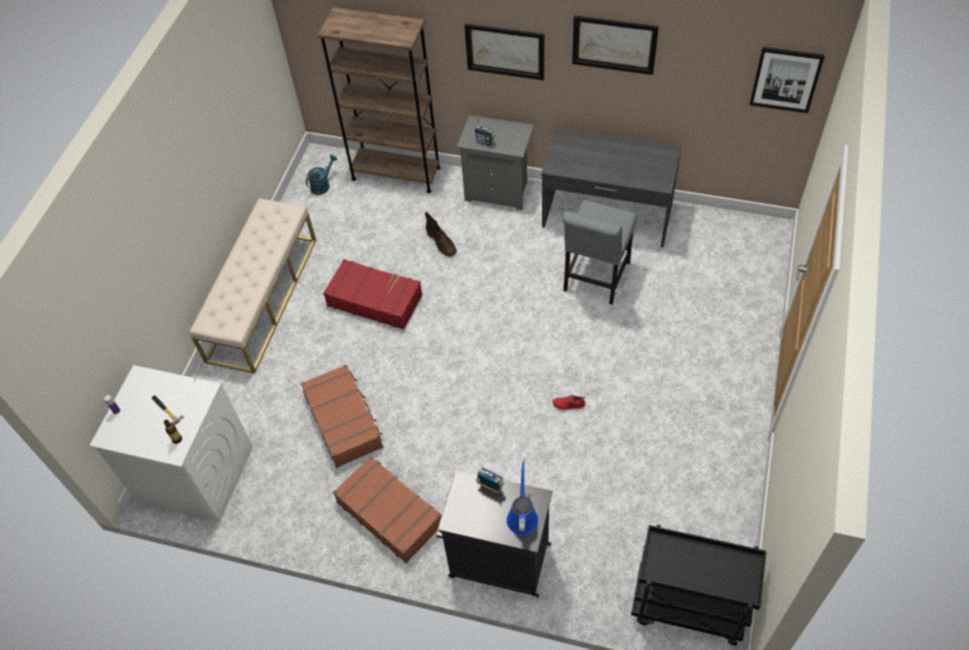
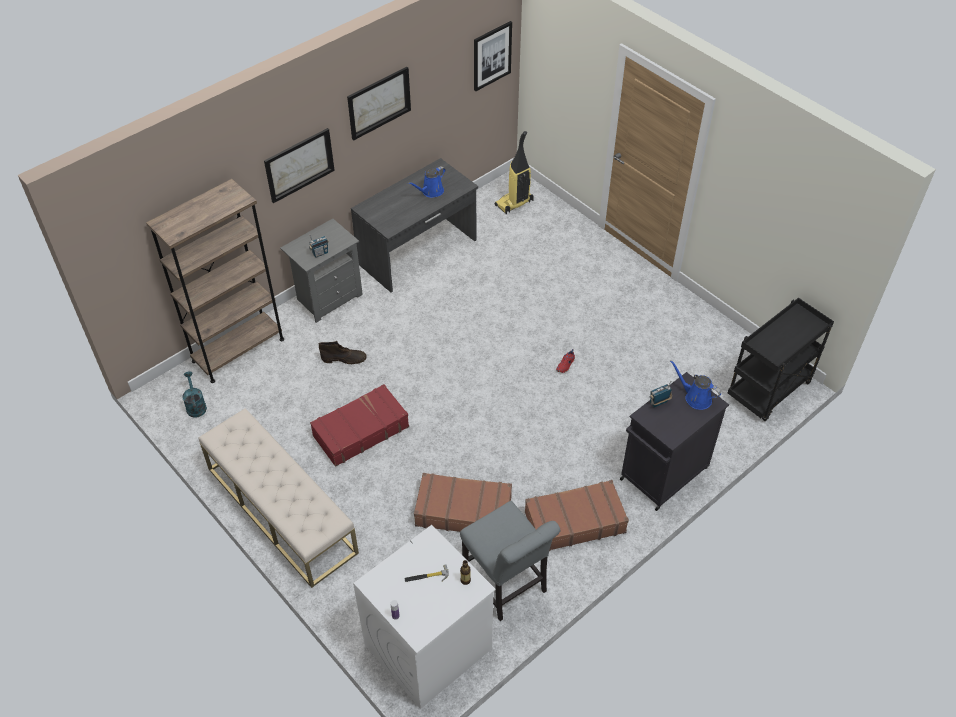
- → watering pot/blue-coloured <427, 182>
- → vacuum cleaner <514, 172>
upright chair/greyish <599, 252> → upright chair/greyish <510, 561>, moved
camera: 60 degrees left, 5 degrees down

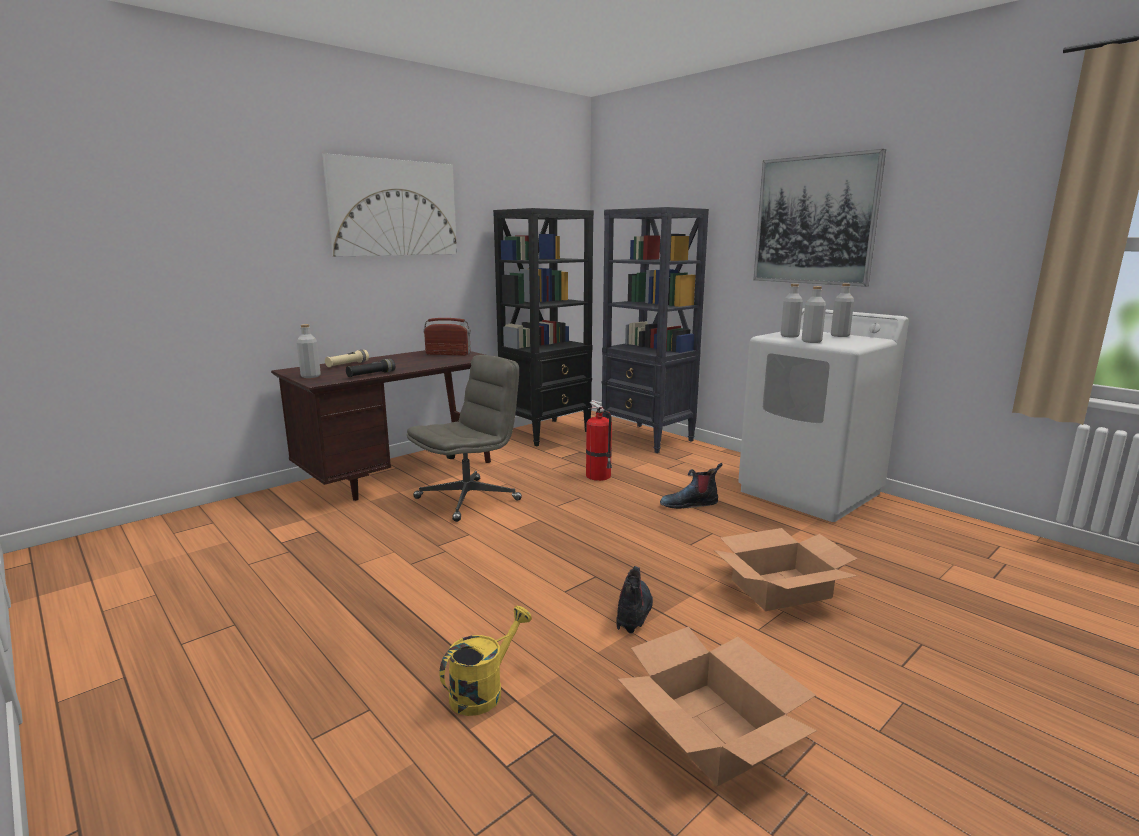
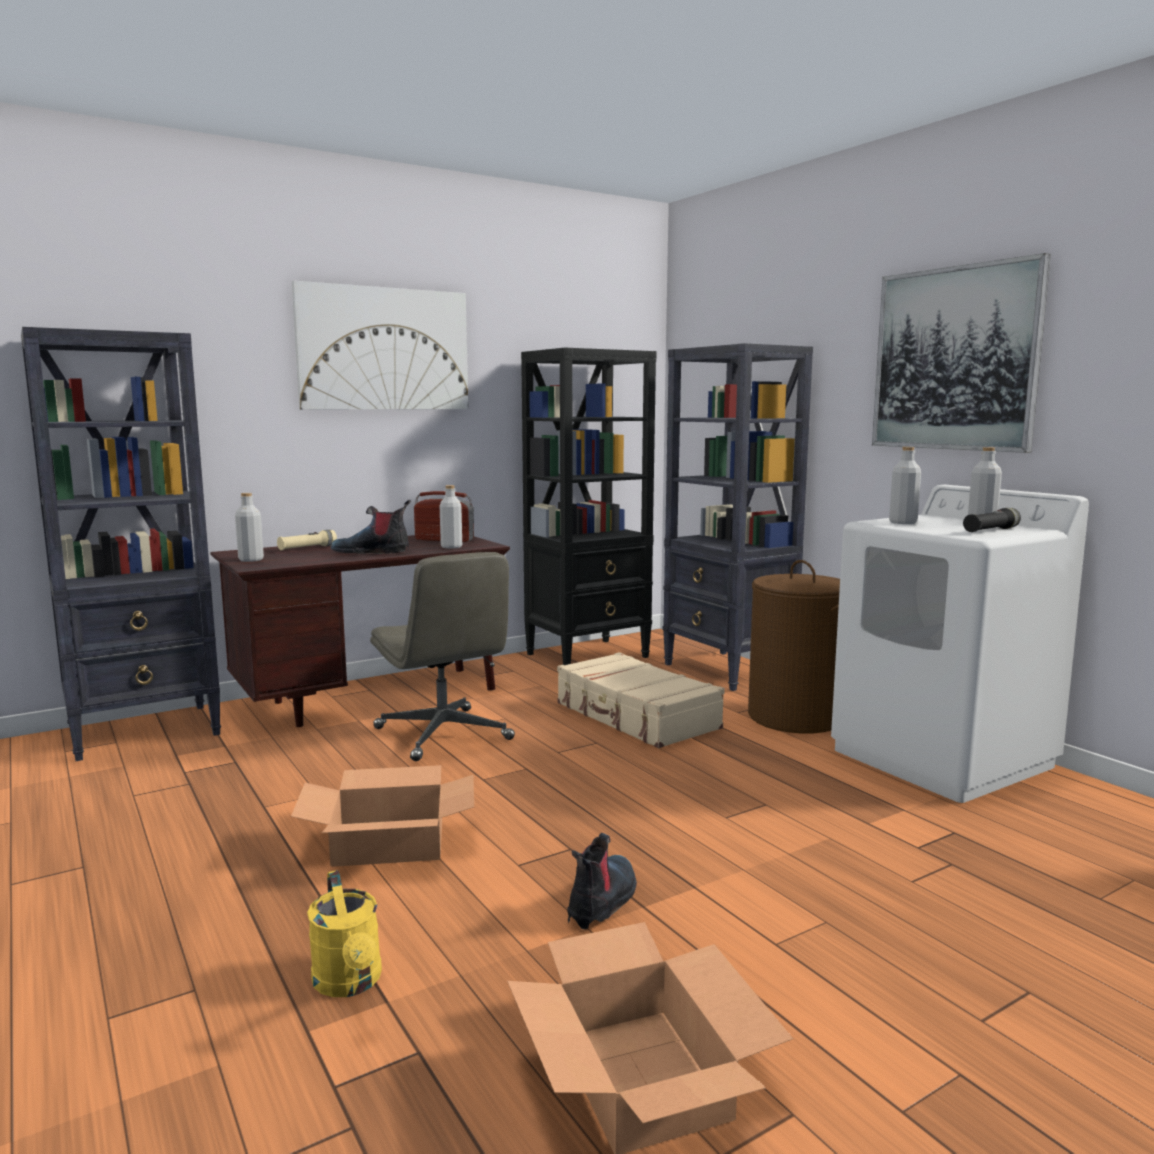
- → bookcase/black <121, 544>
- → washing basket/brown <794, 646>
torch/black <370, 368> → torch/black <992, 520>, moved
tall boot <691, 486> → tall boot <371, 527>, moved
packing box <786, 569> → packing box <382, 816>, moved
beverage bottle/greyish <814, 314> → beverage bottle/greyish <451, 517>, moved
fire-fighting cylinder <599, 441> → travel case/beige <641, 700>
computer chair/greyish <464, 438> → computer chair/greyish <442, 656>, 90 degrees clockwise
watering pot/yellowish <485, 661> → watering pot/yellowish <344, 933>, 105 degrees clockwise
camera: 10 degrees right, 5 degrees down

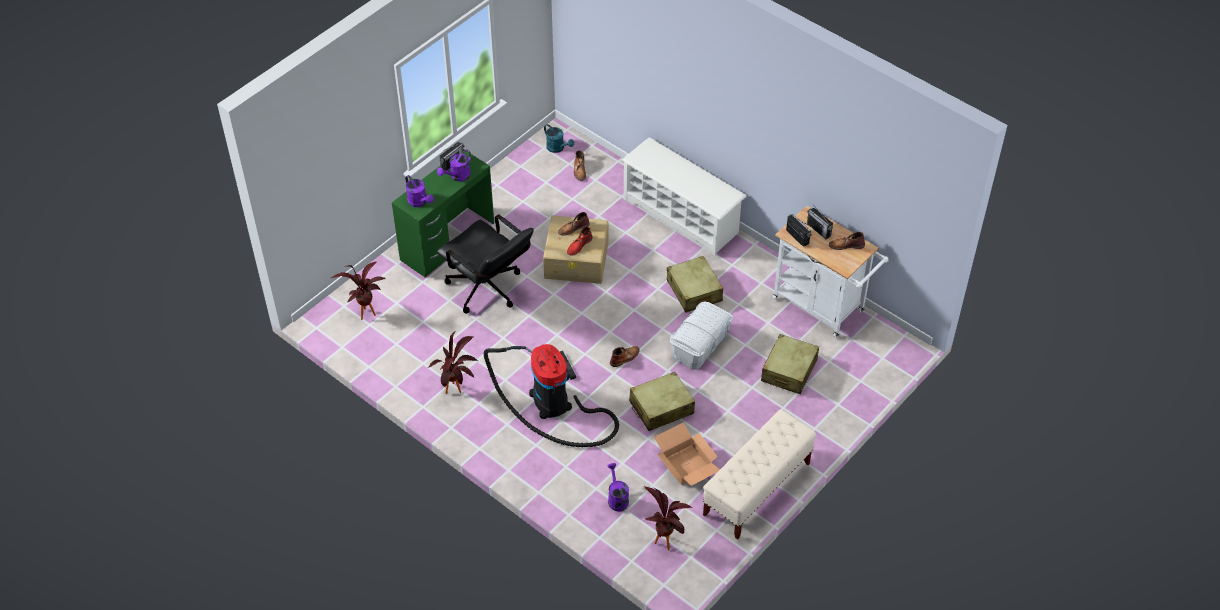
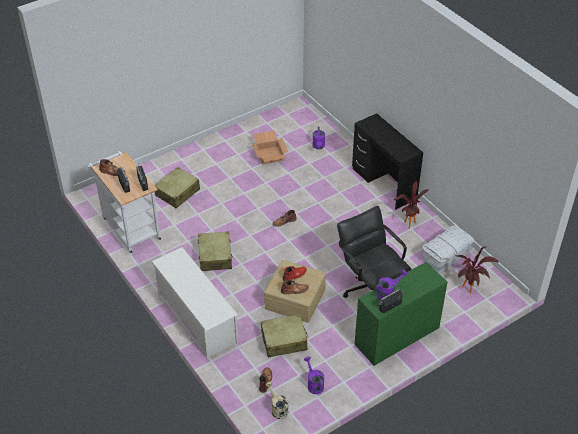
vacuum cleaner <551, 395> → -
plant in a pot <668, 518> → -
bench/beige <759, 475> → -
- → desk table/black <387, 161>
watering pot/purple <419, 191> → watering pot/purple <314, 375>, moved
travel case/beige <662, 401> → travel case/beige <284, 335>, moved
storage bin/whitish <701, 335> → storage bin/whitish <448, 249>, moved
watering pot/turquoise-coloured <559, 138> → watering pot/beige <277, 400>
camera: 165 degrees left, 5 degrees down

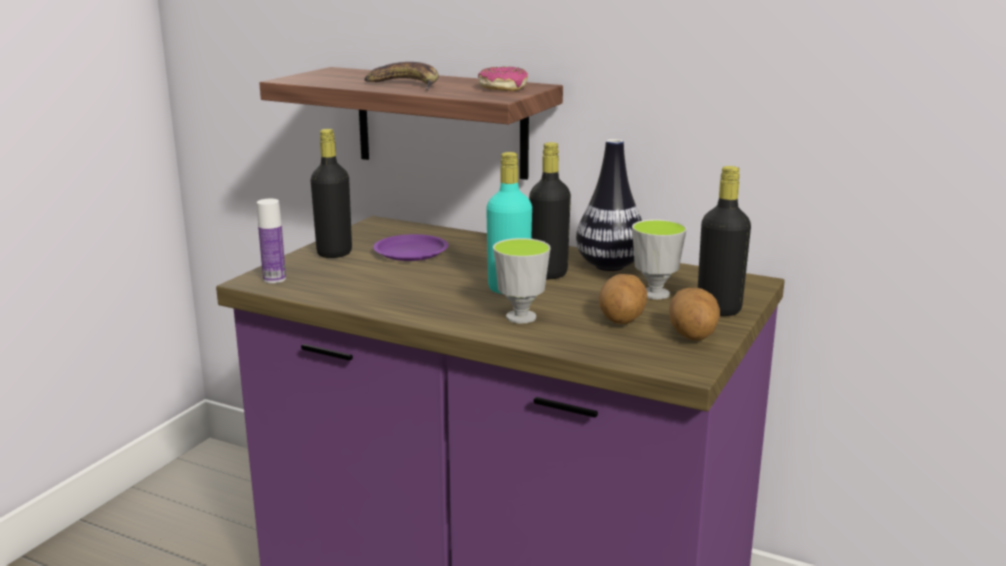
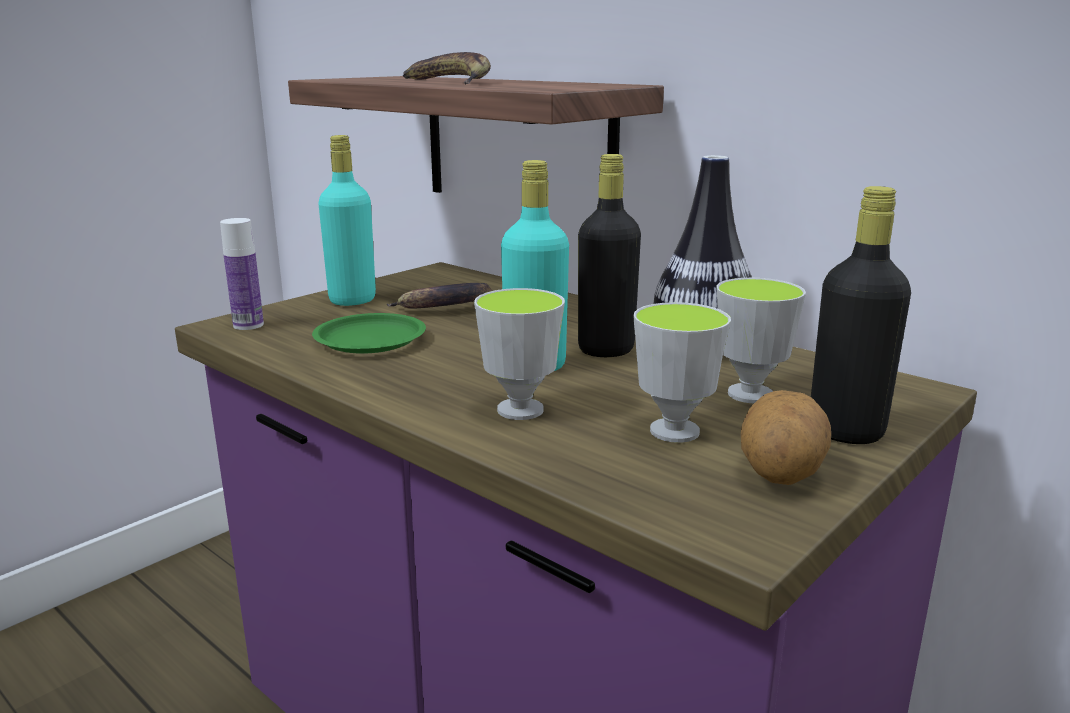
doughnut <503, 79> → -
- → flat dish/green <369, 333>
flat dish/purple <411, 247> → whole banana <439, 296>
whole potato <623, 299> → small cup <682, 372>
beverage bottle/black <331, 193> → beverage bottle/turquoise-coloured <347, 220>
camera: 15 degrees right, 0 degrees up

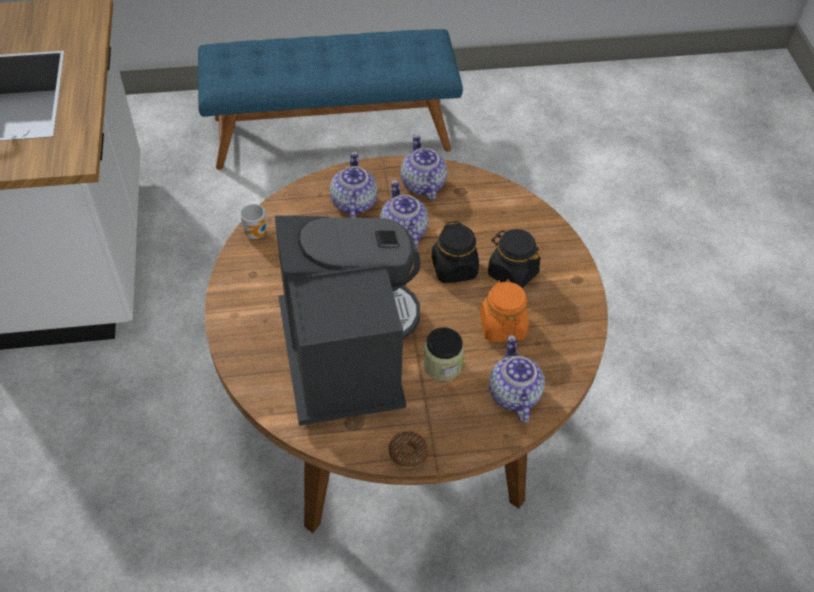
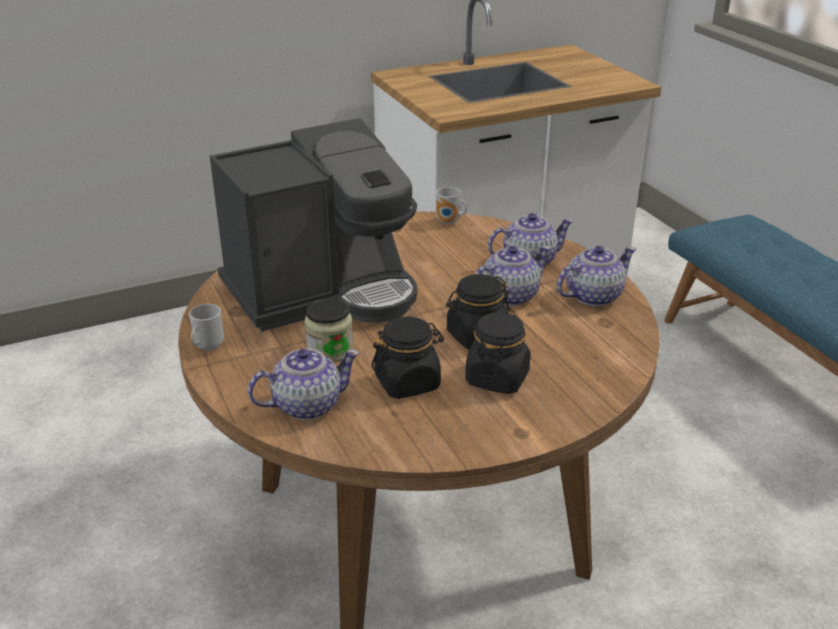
doughnut <408, 450> → mug <206, 327>
jar/orange <504, 310> → jar/black <407, 358>
camera: 75 degrees right, 20 degrees down

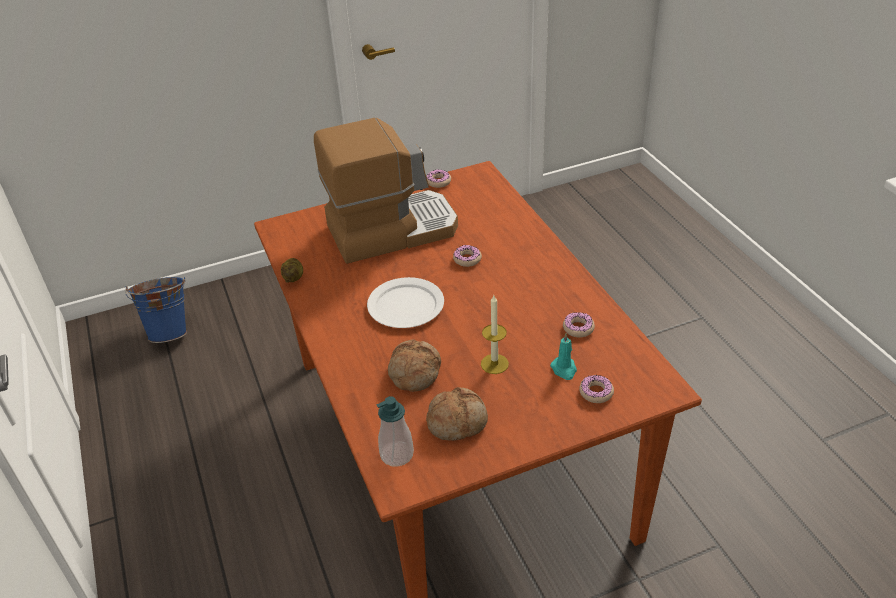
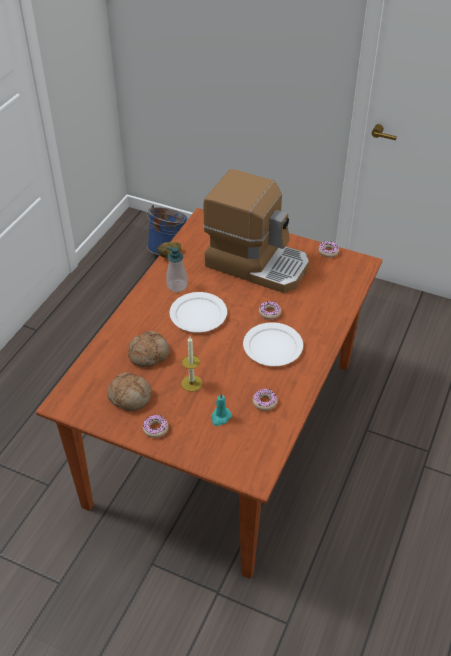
- → flat dish/whitish <273, 344>
soap dispenser <395, 431> → soap dispenser <176, 269>, moved
doughnut <596, 389> → doughnut <156, 426>, moved
camera: 45 degrees right, 5 degrees up

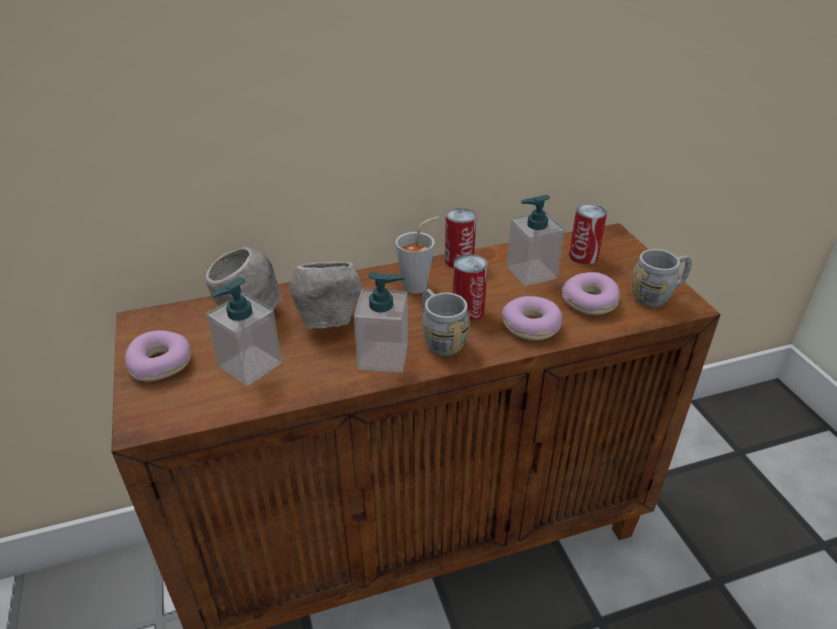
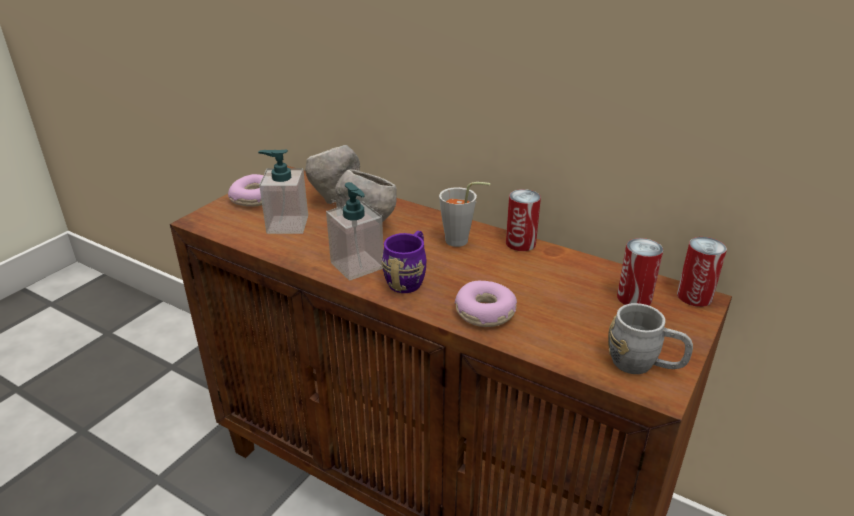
soap dispenser <536, 240> → -
doughnut <591, 293> → -
sealed can <470, 287> → sealed can <702, 272>, moved
mug/greyish <446, 322> → mug/purple <404, 261>
camera: 50 degrees right, 5 degrees down

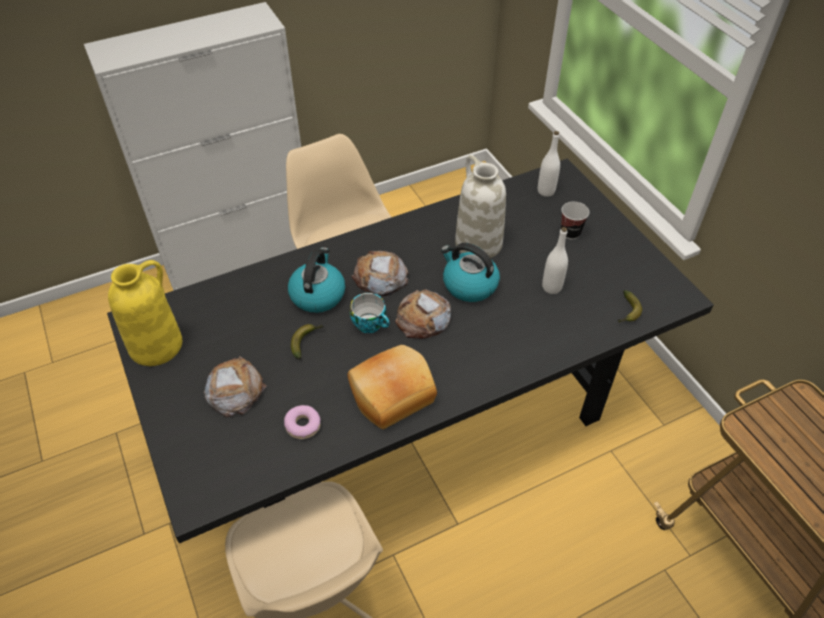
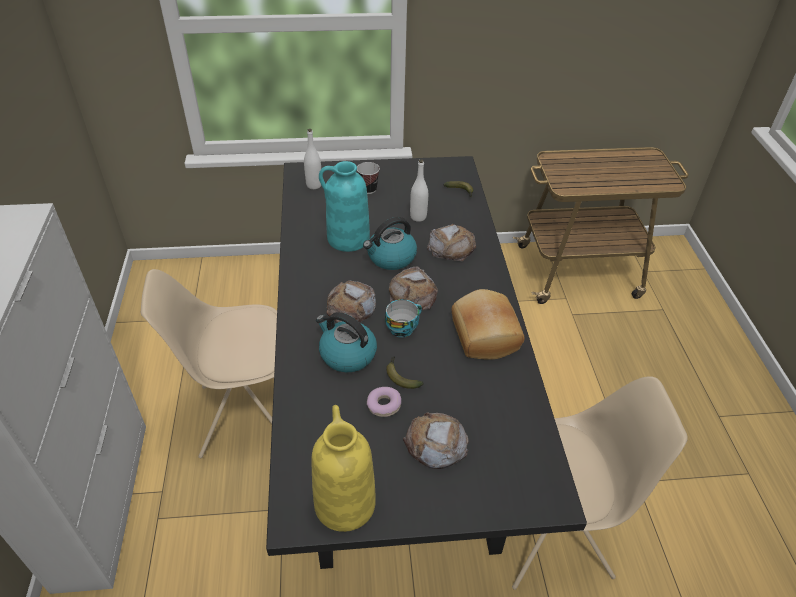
- → bread <451, 242>
doughnut <302, 422> → doughnut <384, 402>, moved
decorative vase/whitish <480, 206> → decorative vase/turquoise-coloured <344, 206>
camera: 70 degrees left, 5 degrees down

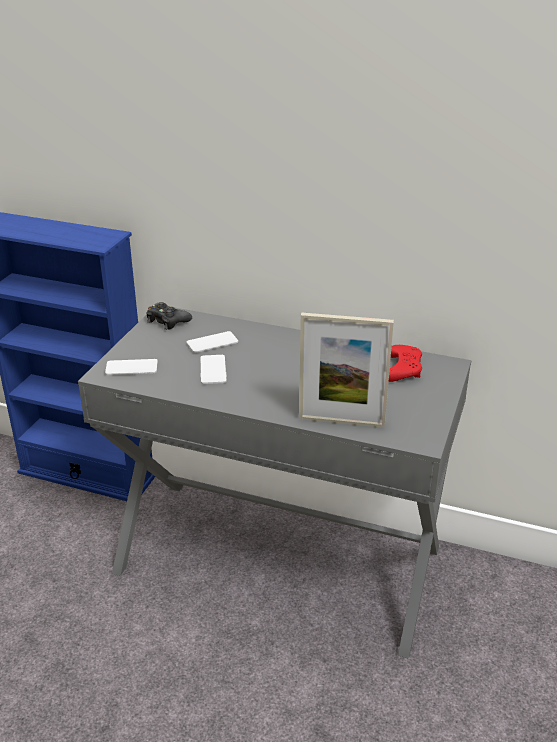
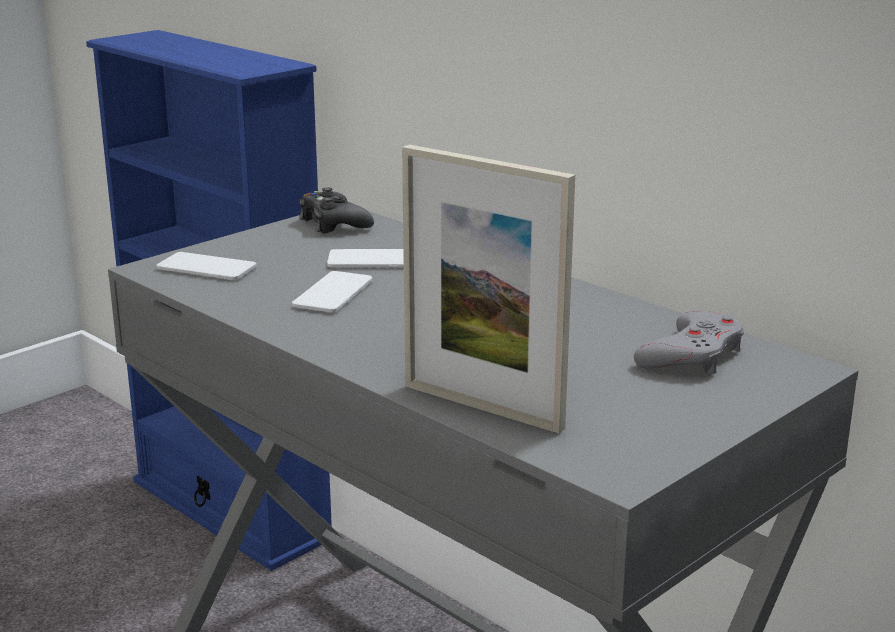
game controller/red-coloured <405, 363> → game controller/greyish <689, 342>
camera: 25 degrees right, 10 degrees down

